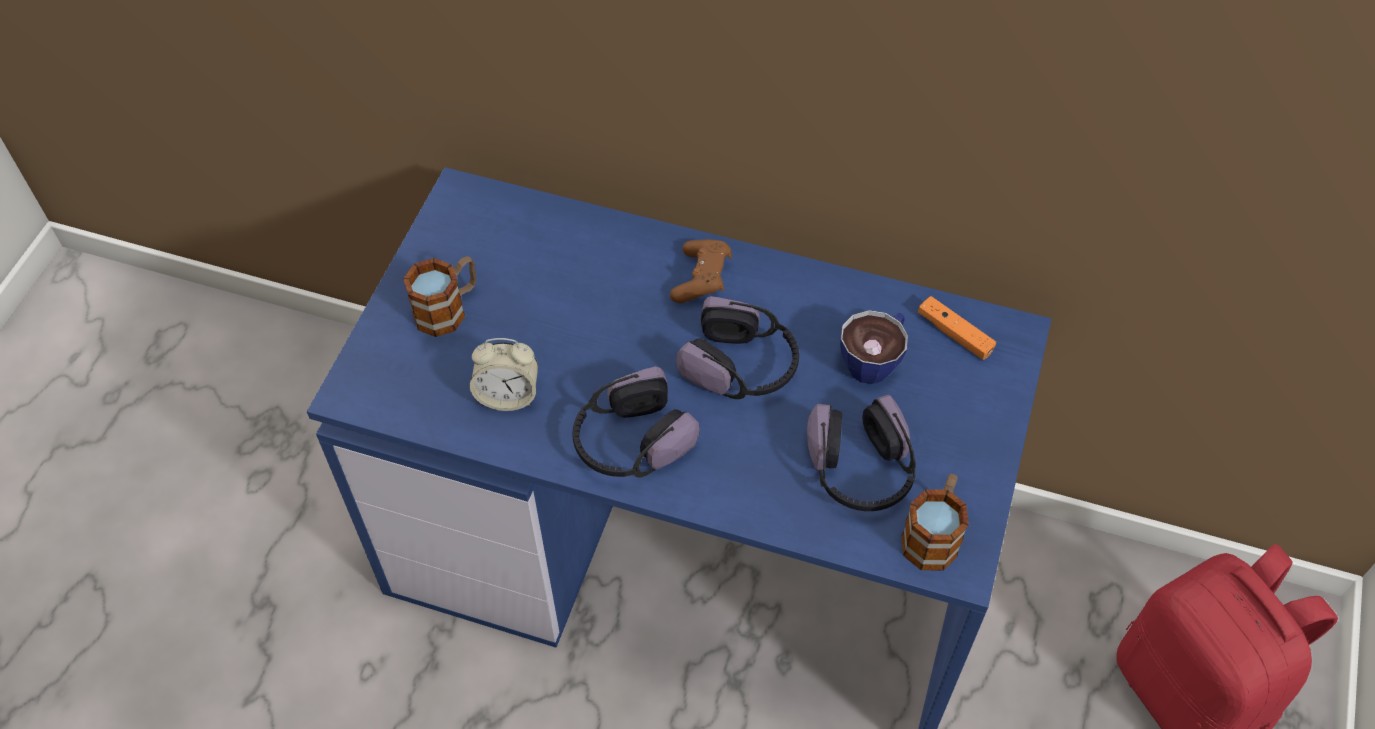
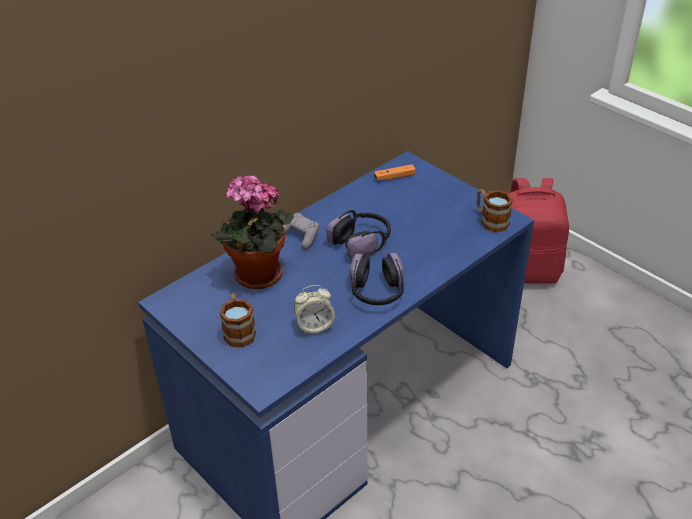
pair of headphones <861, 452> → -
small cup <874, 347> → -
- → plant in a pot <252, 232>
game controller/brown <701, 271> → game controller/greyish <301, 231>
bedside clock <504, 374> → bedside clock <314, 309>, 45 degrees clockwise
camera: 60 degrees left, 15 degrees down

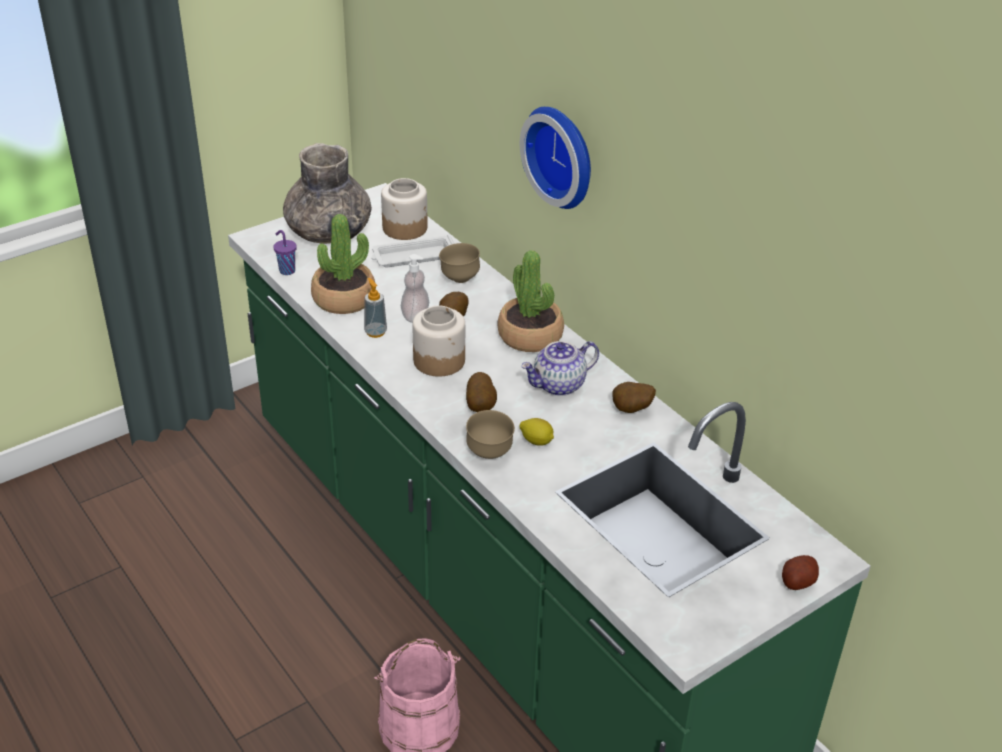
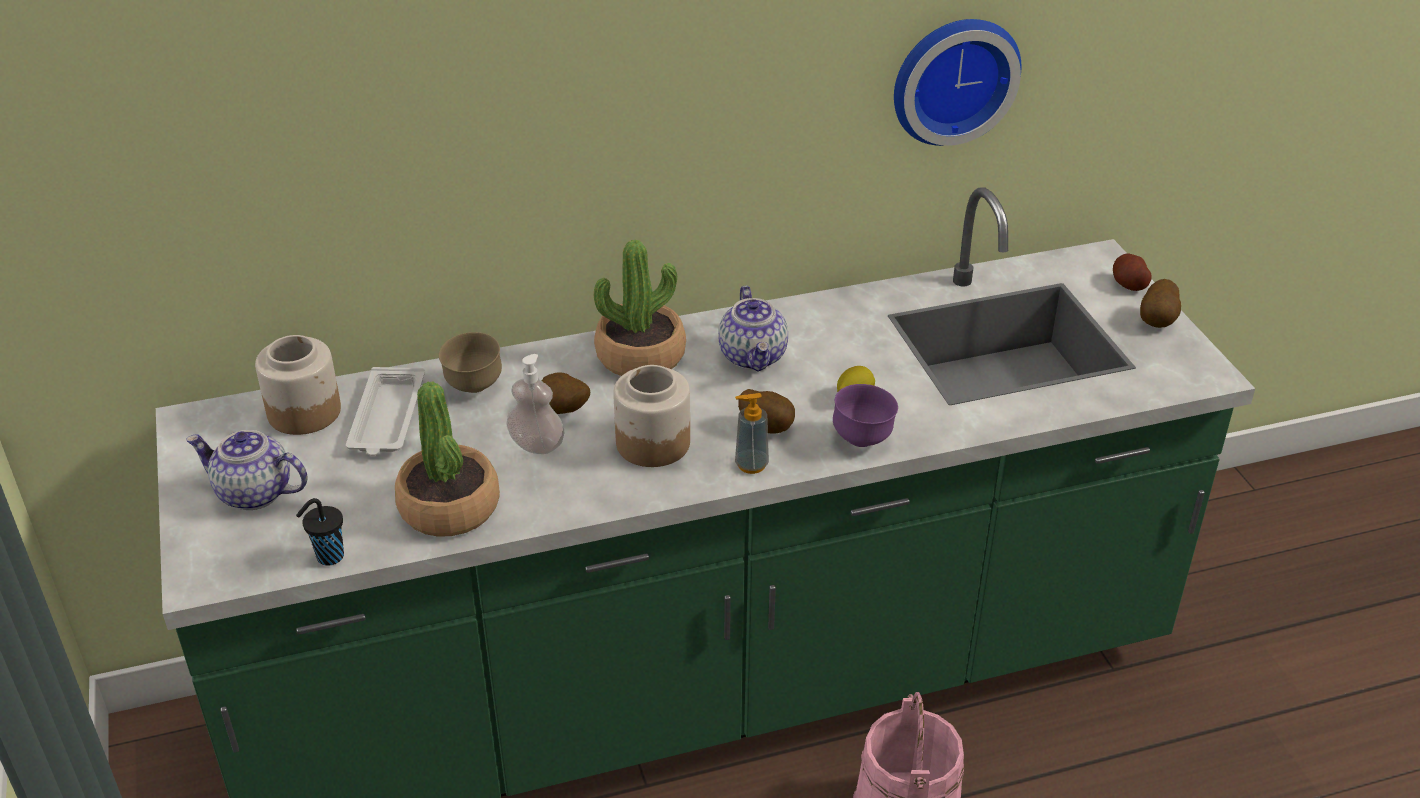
soap dispenser <375, 308> → soap dispenser <752, 433>, moved
wall clock <555, 158> → wall clock <958, 82>, moved
whole potato <634, 397> → whole potato <1160, 303>, moved
decorative vase/greyish <327, 193> → tea pot <246, 470>
small cup/purple <285, 252> → small cup/black <320, 531>
bowl/brown <490, 434> → bowl/purple <865, 415>
camera: 70 degrees left, 0 degrees up

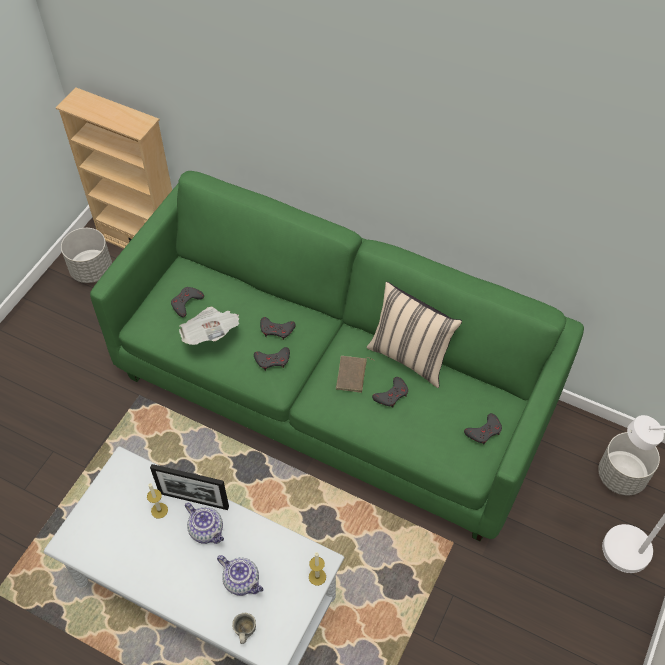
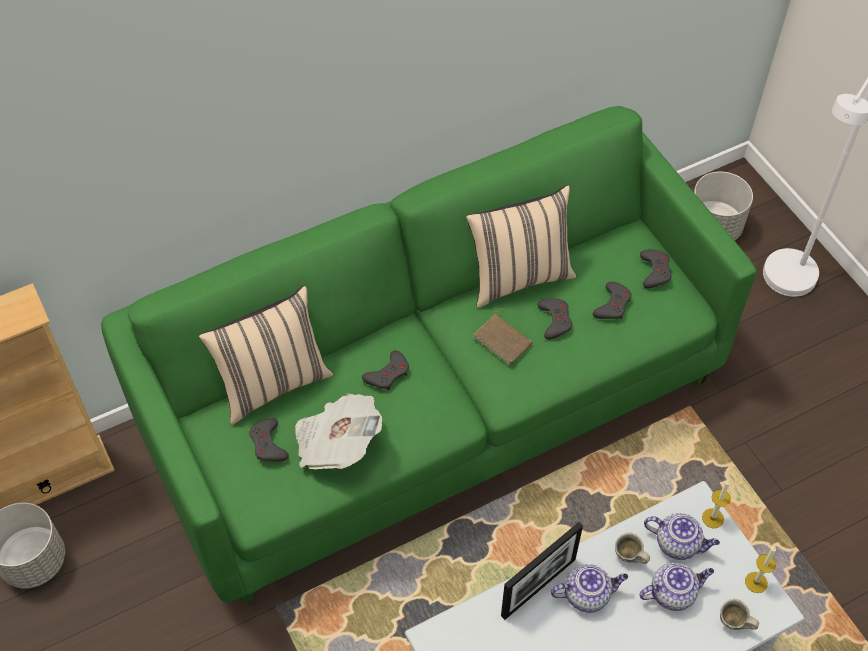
- → cushion/beige <266, 355>
- → mug/greyish <632, 548>
- → tea pot <682, 536>
wax light <157, 500> → wax light <760, 570>, moved
game controller/greyish <272, 359> → game controller/greyish <612, 300>, moved
camera: 55 degrees left, 0 degrees up

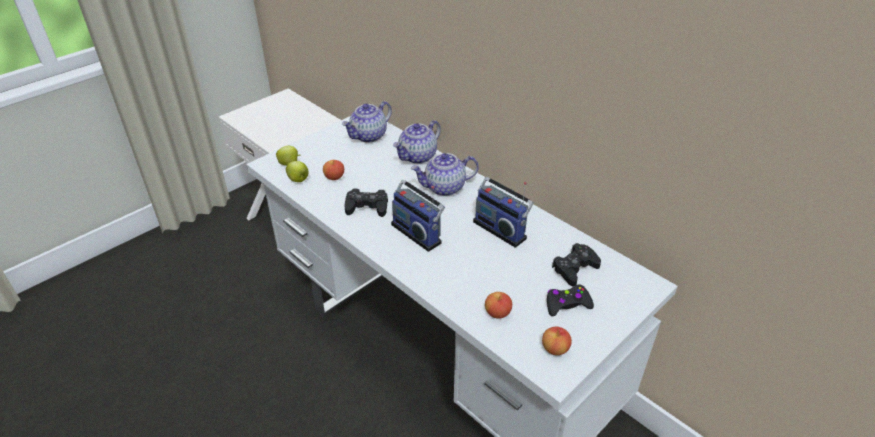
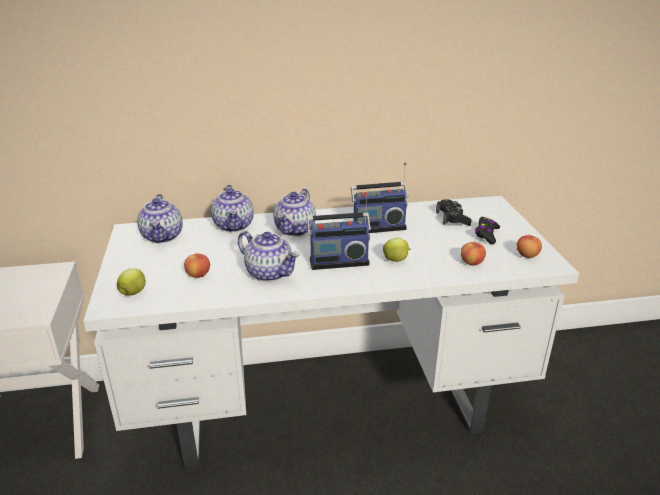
apple fruit <297, 171> → apple fruit <397, 250>, moved
game controller/black <366, 203> → tea pot <269, 256>
camera: 55 degrees left, 10 degrees down

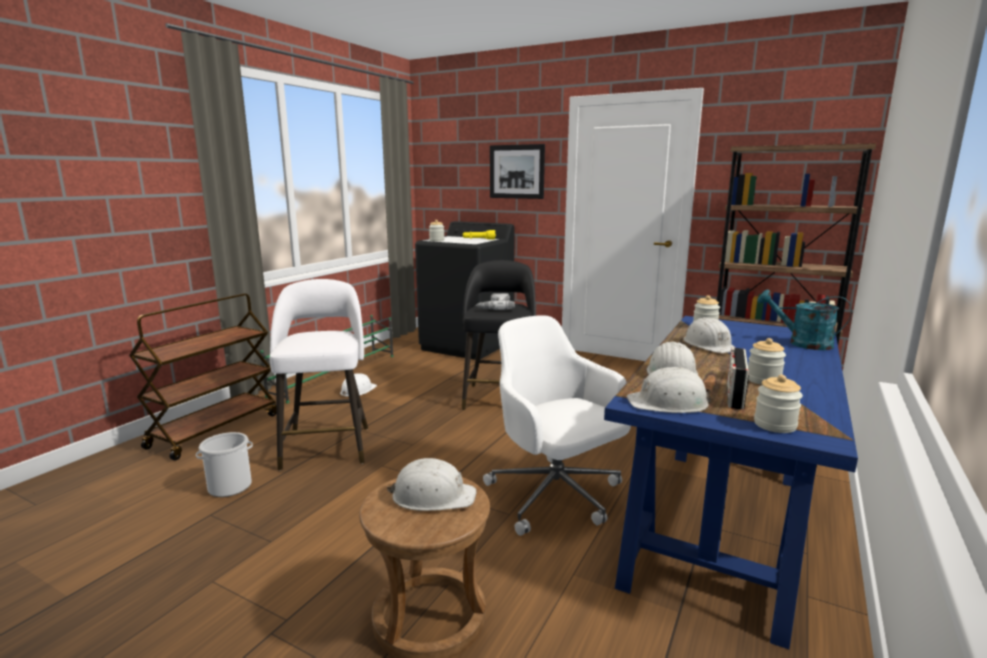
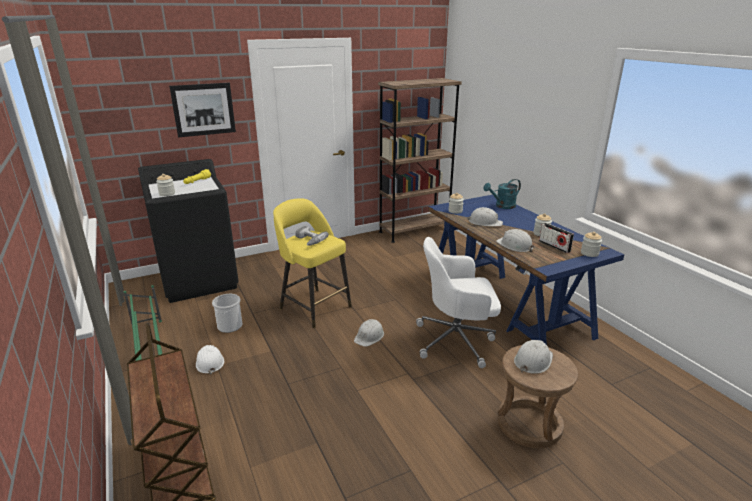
stool/whitish <319, 374> → -
bucket <224, 464> → bucket <227, 313>, moved
hard hat/whitish <669, 390> → hard hat/whitish <369, 333>, moved
stool/black <499, 335> → stool/yellowish <312, 263>
camera: 55 degrees left, 10 degrees up

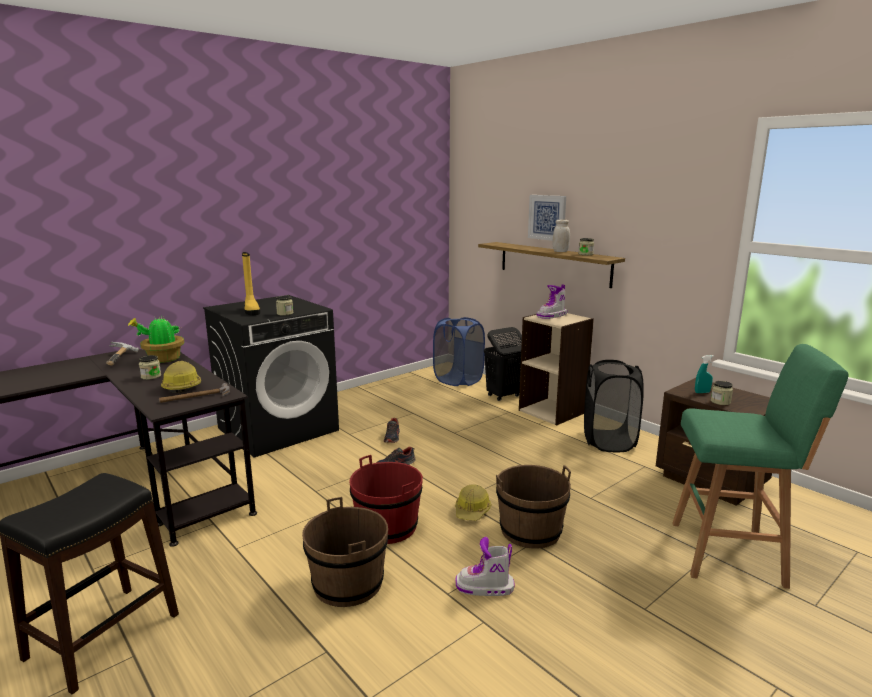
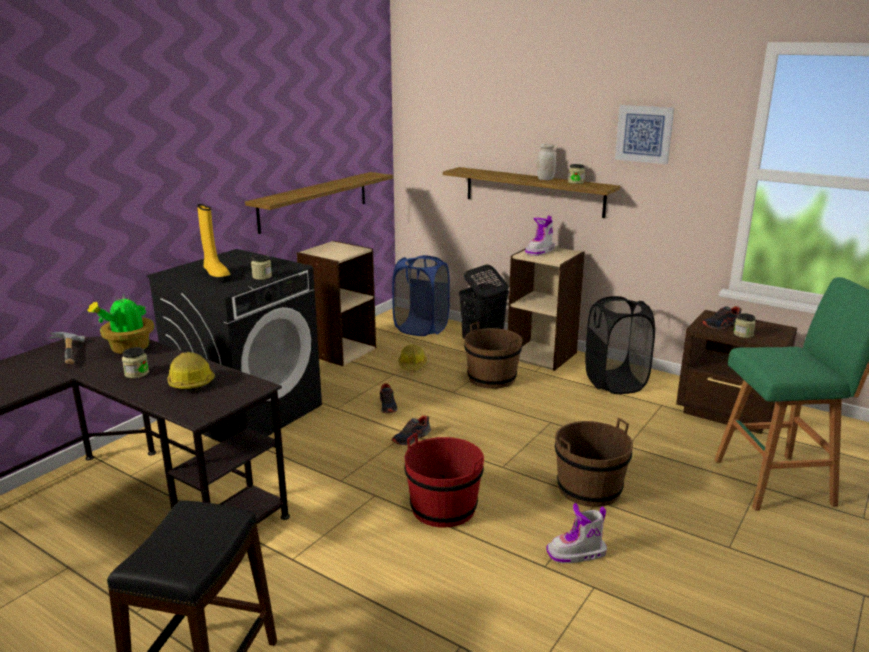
tool hammer <194, 393> → -
- → wall shelf <319, 203>
- → bookcase/beige <336, 303>
bucket/brown <345, 552> → bucket/brown <493, 355>, moved
hard hat <473, 502> → hard hat <412, 357>, moved
picture <547, 218> → picture <644, 134>, moved
sprayer/turquoise-coloured <704, 374> → low shoe <721, 318>
camera: 15 degrees left, 5 degrees up

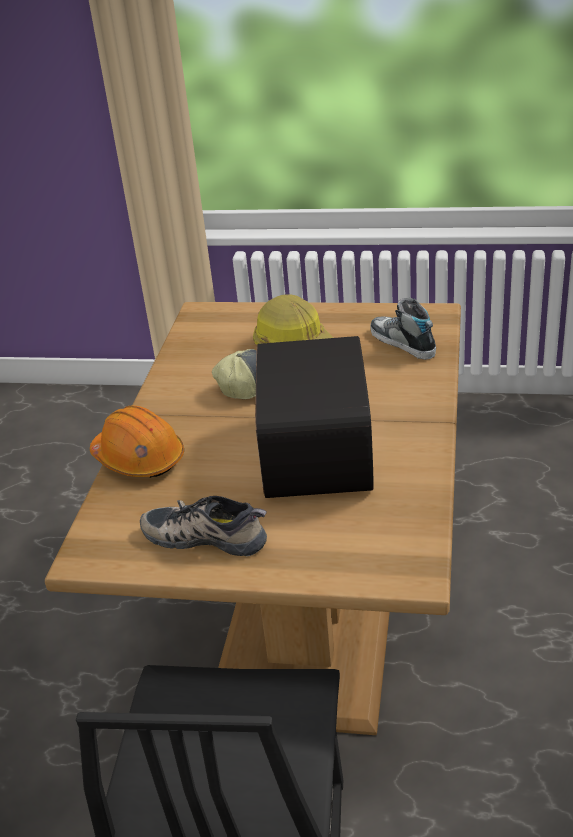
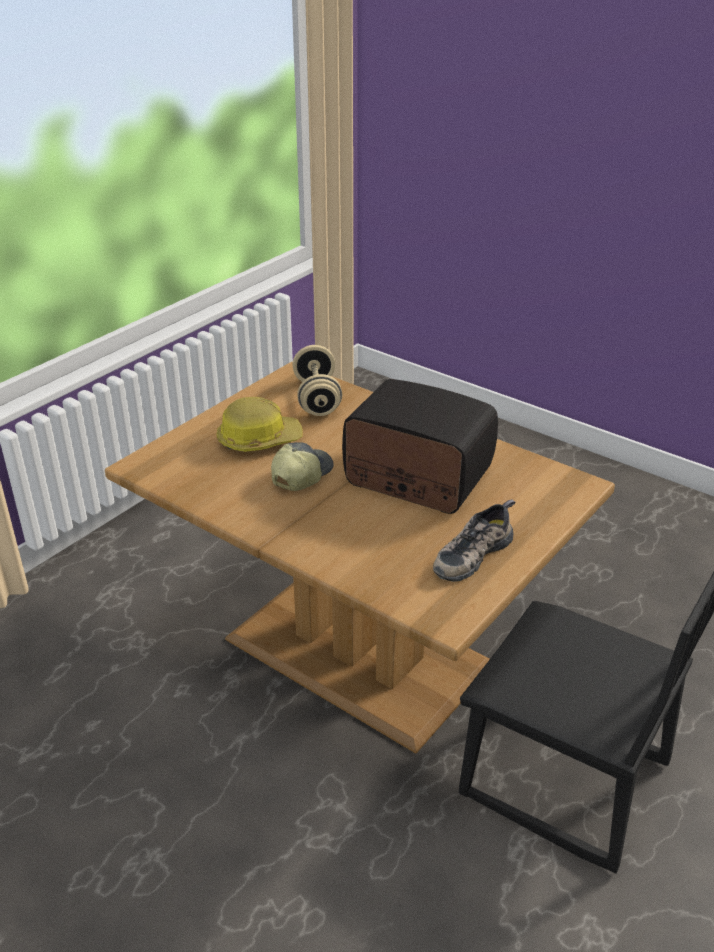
hard hat/orange <137, 441> → -
low shoe <403, 329> → hand weight/beige <317, 380>
camera: 65 degrees left, 0 degrees up

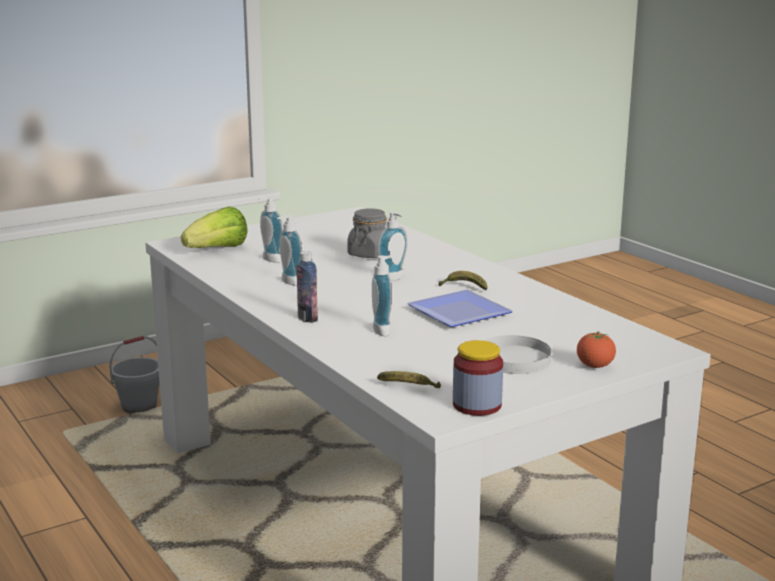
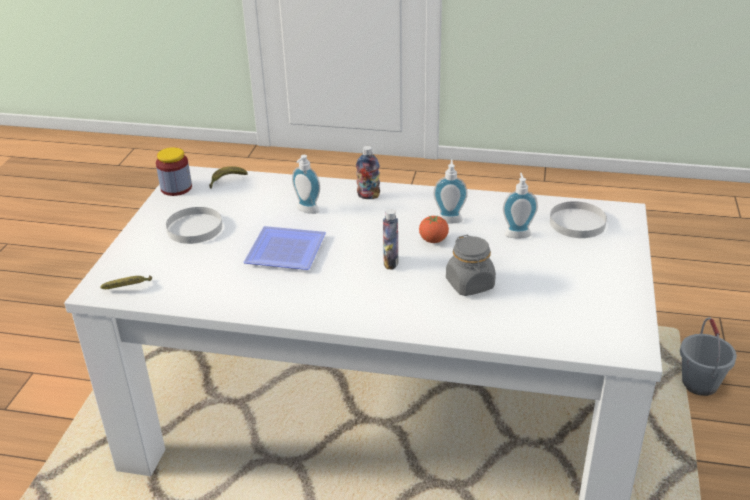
whole banana <463, 280> → whole banana <126, 282>, moved
fresh tomato <596, 349> → fresh tomato <434, 229>, moved
lettuce head <214, 227> → flat dish/whitish <578, 219>
soap dispenser <392, 246> → beverage bottle <390, 239>
camera: 135 degrees right, 15 degrees up

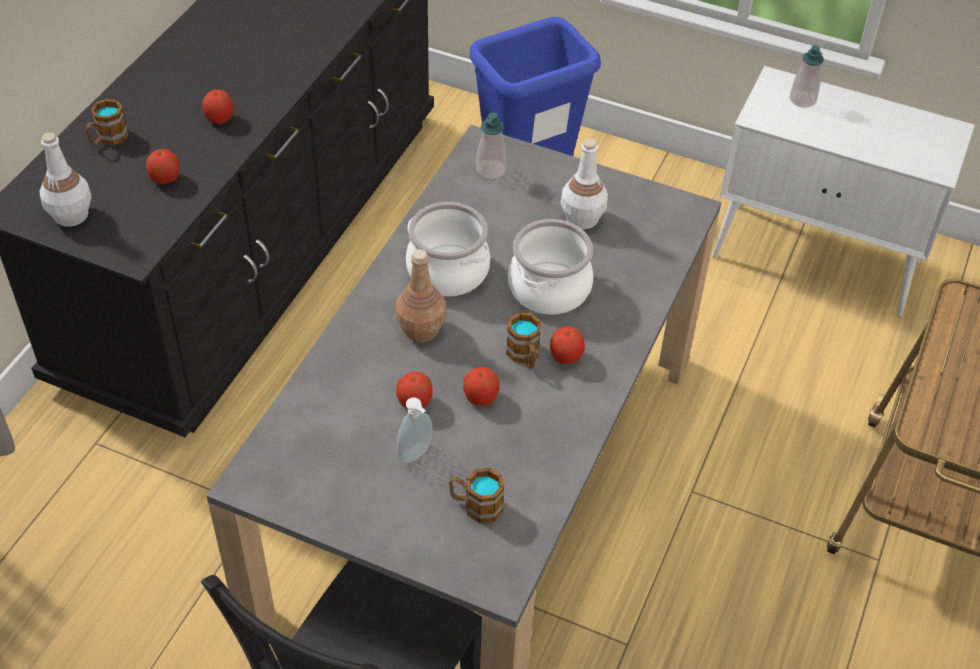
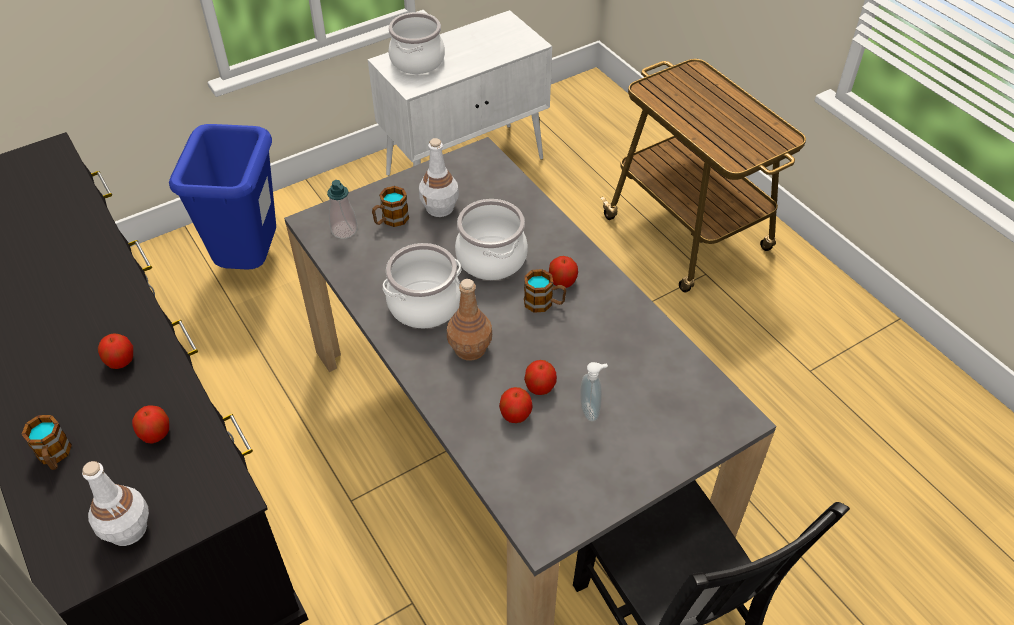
mug <476, 495> → mug <390, 206>, moved
apple fruit <481, 386> → apple fruit <516, 405>, moved
soap dispenser <807, 76> → cooking pot <416, 43>
camera: 55 degrees left, 0 degrees up

